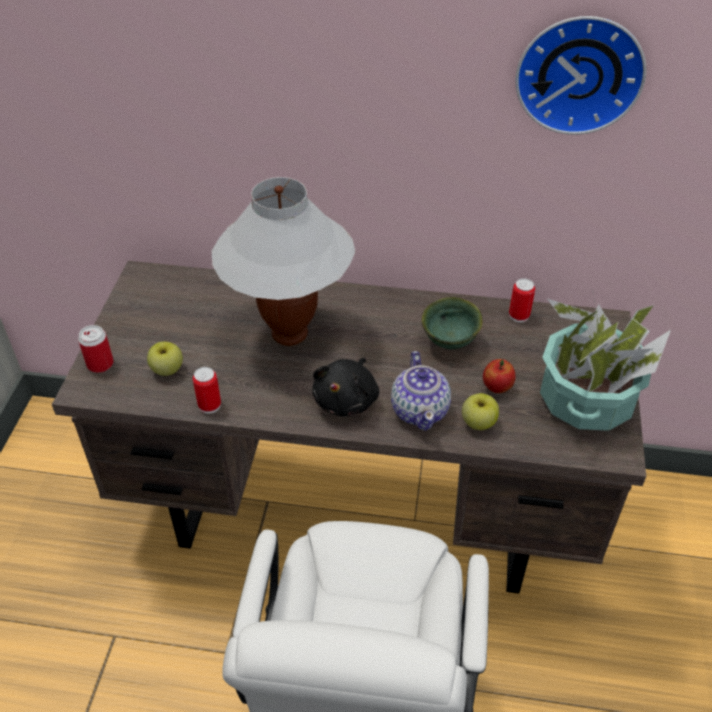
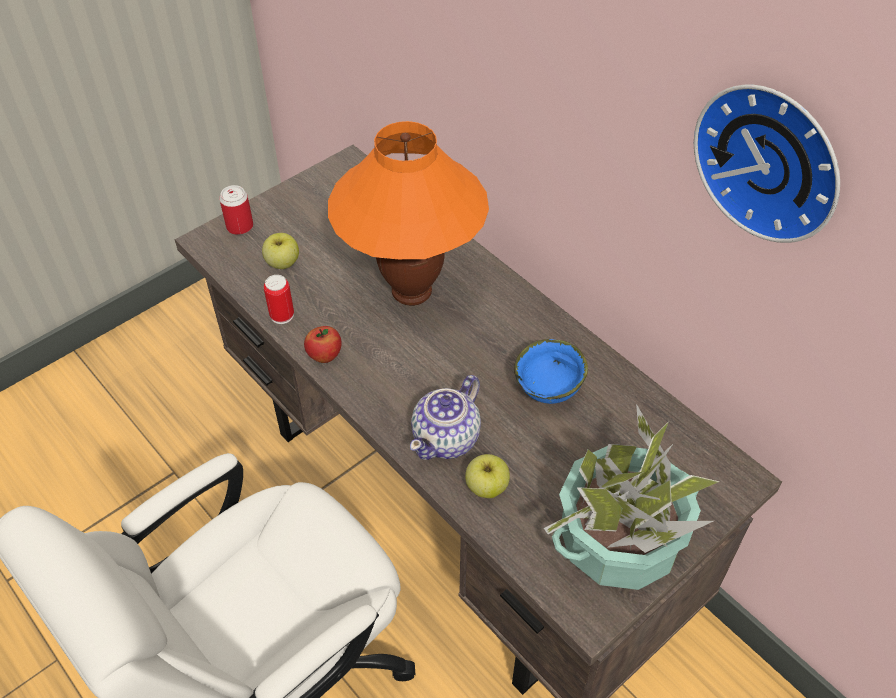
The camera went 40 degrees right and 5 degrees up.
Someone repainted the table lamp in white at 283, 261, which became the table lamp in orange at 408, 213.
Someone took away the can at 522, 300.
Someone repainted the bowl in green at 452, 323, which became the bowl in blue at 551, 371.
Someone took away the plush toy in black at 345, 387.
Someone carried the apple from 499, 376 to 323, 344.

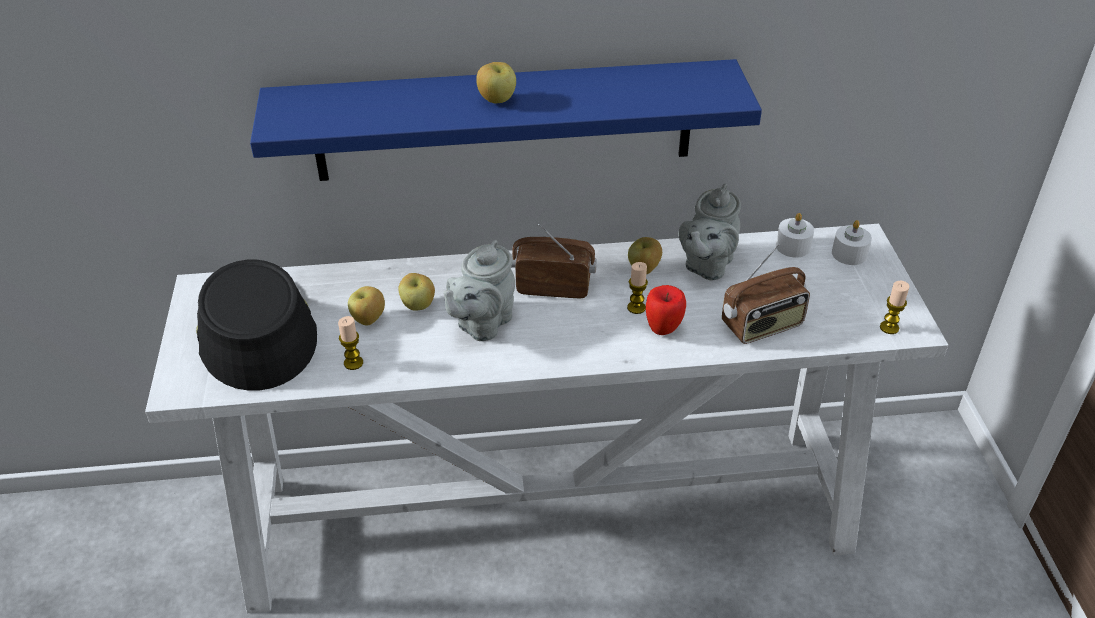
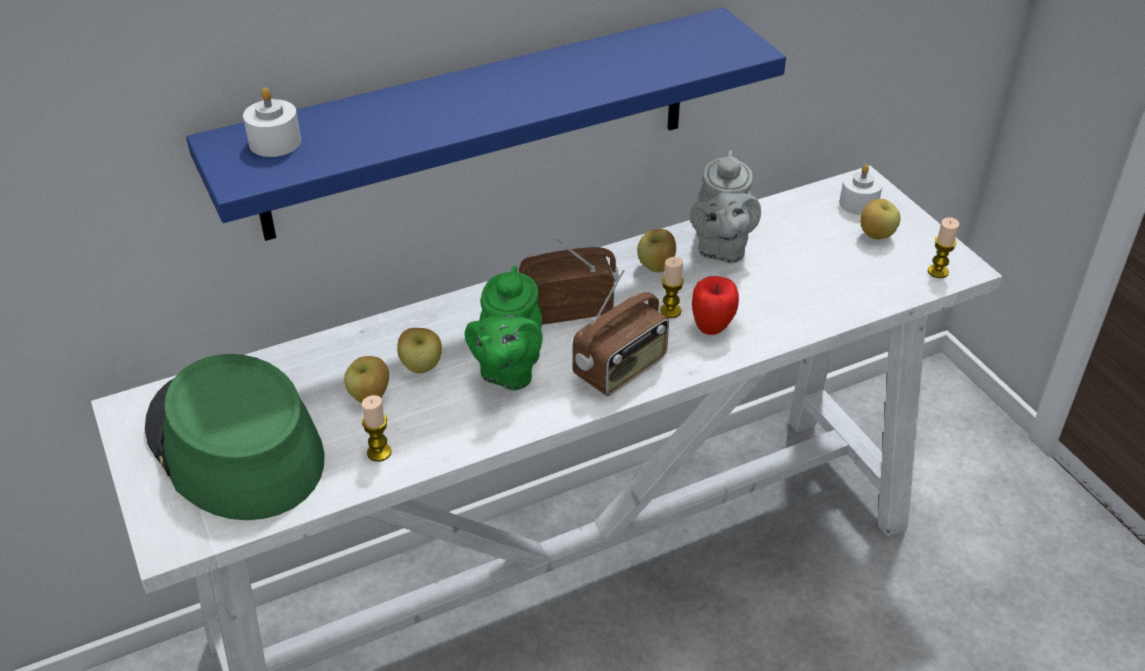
The camera went 20 degrees left and 0 degrees up.
Someone carried the apple from 496, 82 to 880, 219.
Someone carried the candle in white from 795, 235 to 272, 122.
Someone repainted the teapot in grey at 479, 290, which became the teapot in green at 504, 328.
Someone carried the radio from 766, 294 to 620, 333.
Someone repainted the hat in black at 256, 325, which became the hat in green at 234, 437.

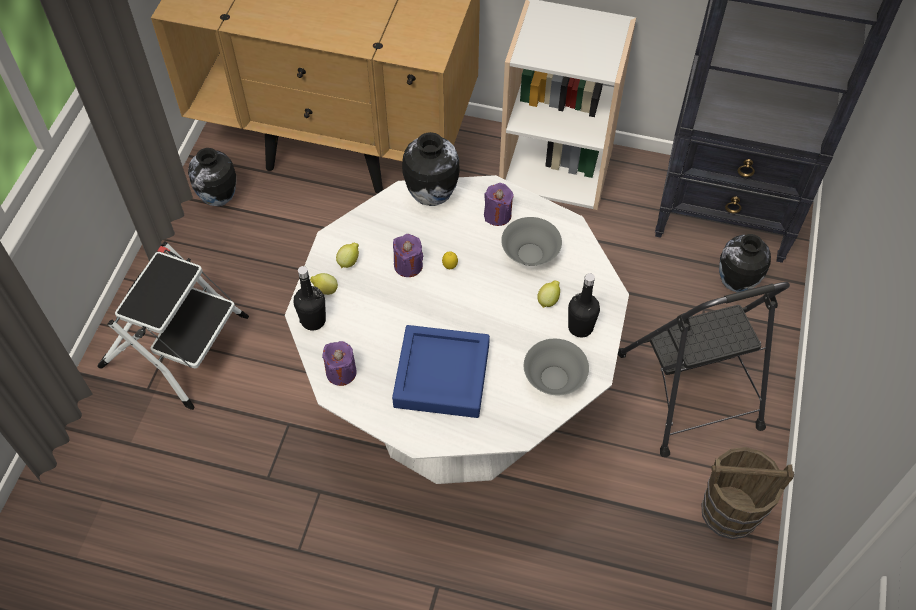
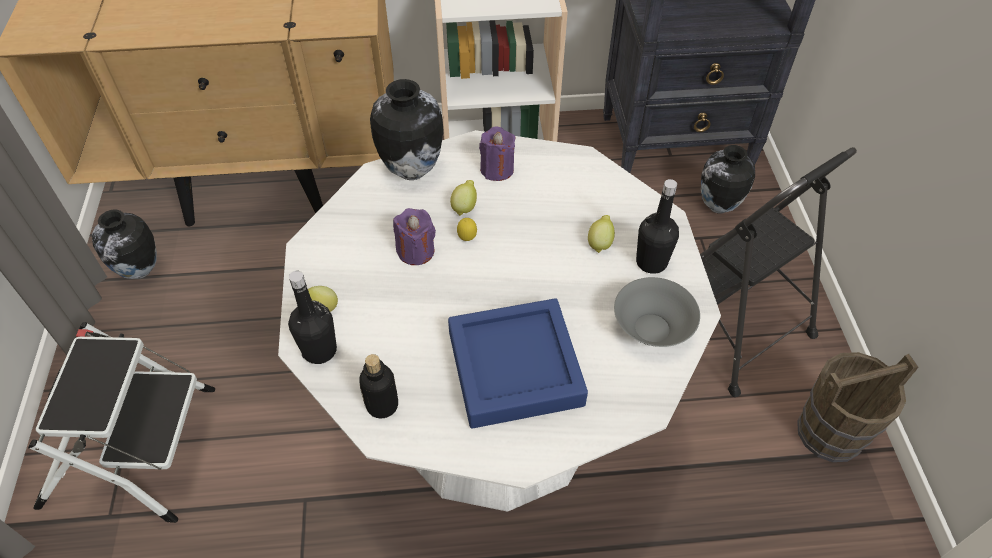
The camera went 20 degrees left and 5 degrees down.
Someone took away the bowl in grey at 531, 241.
Someone carried the lemon from 347, 255 to 463, 198.
Someone swapped the candle in purple at 339, 363 for the bottle at 378, 386.

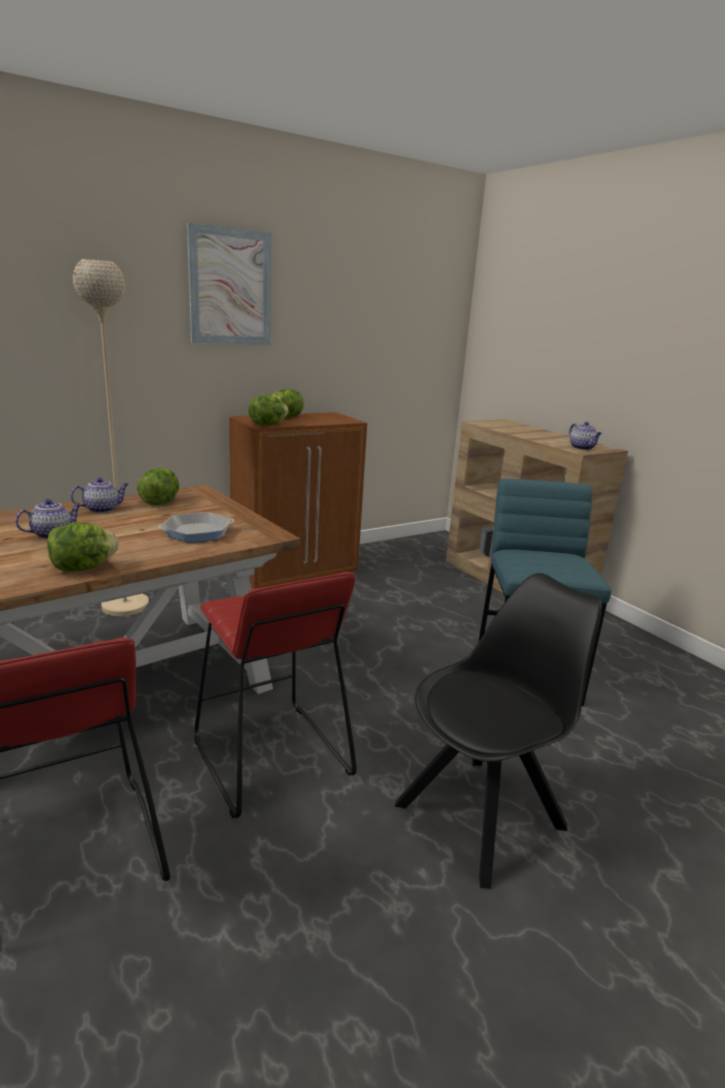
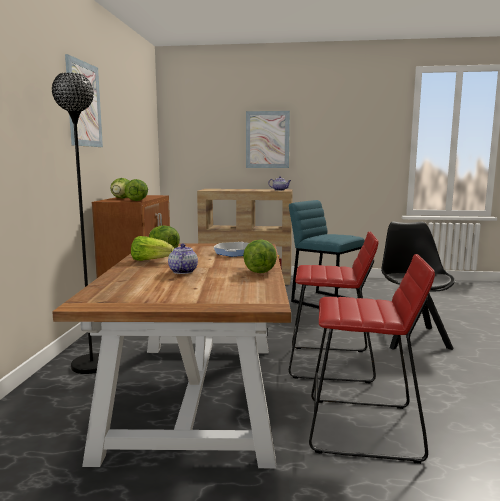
The camera went 50 degrees left and 10 degrees down.
Someone repainted the floor lamp in beige at 111, 437, which became the floor lamp in black at 75, 223.
Someone swapped the teapot at 99, 495 for the lettuce at 152, 248.
Someone put up the picture at 268, 139.

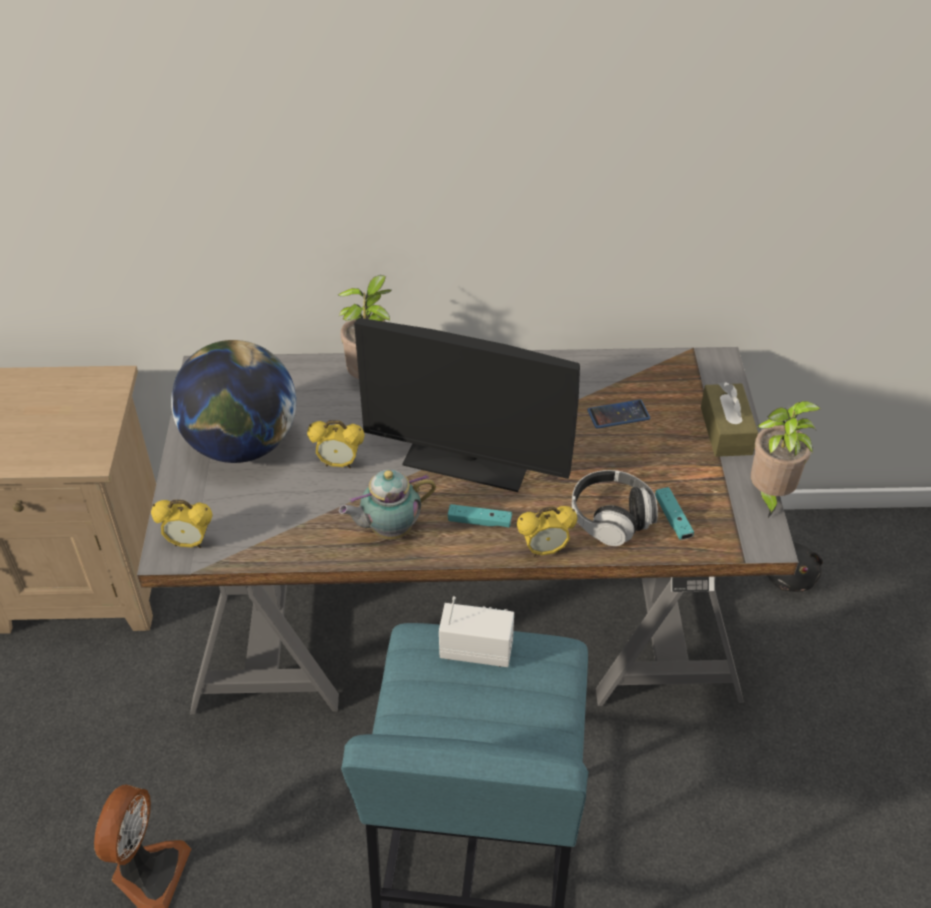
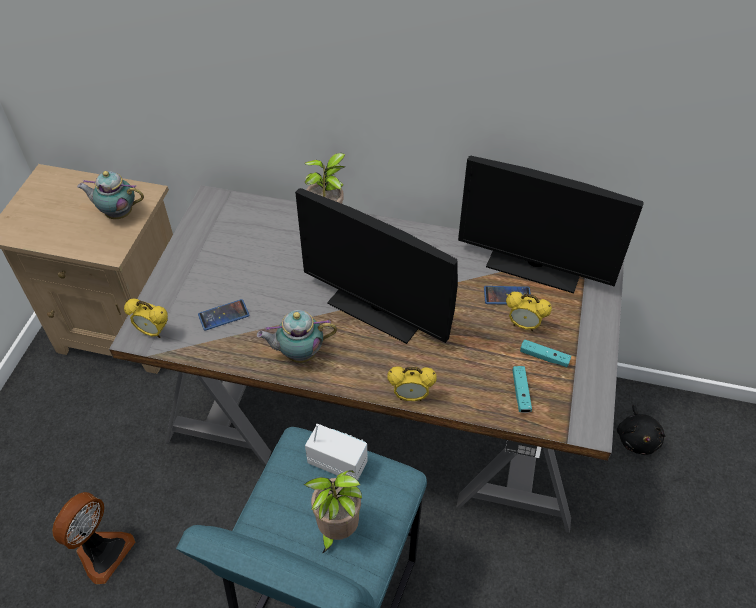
The camera went 15 degrees right and 5 degrees up.
Someone took away the globe at 233, 401.
Someone took away the tissue box in brown at 729, 419.
Someone carried the potted plant from 786, 459 to 332, 512.
Someone carried the alarm clock from 336, 444 to 529, 311.
Someone took away the headphones at 614, 508.
Someone carried the game controller in turquoise from 480, 515 to 545, 353.
Someone put down the monitor at 551, 225.
Someone put down the teapot at 110, 195.
Someone put down the phone at 223, 315.

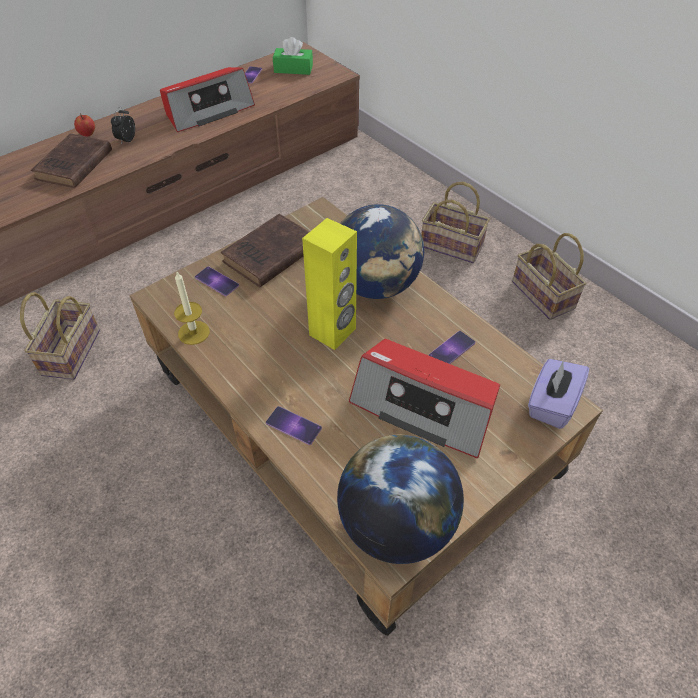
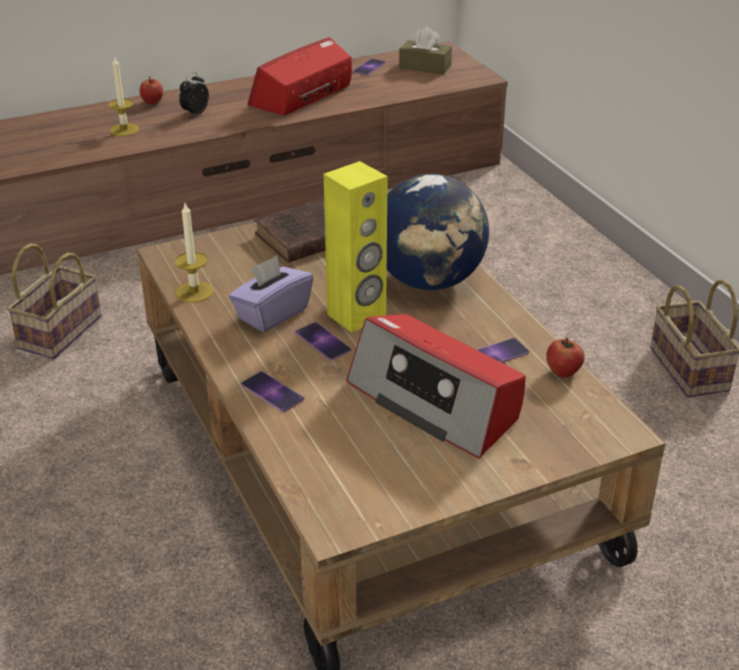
The camera went 15 degrees right and 15 degrees down.
Someone repainted the tissue box in green at 293, 56, which became the tissue box in brown at 425, 51.
Someone rotated the radio at 207, 99 by 150 degrees clockwise.
Someone swapped the book in brown at 71, 161 for the candle at 123, 96.
Someone took away the basket at 455, 222.
Someone carried the phone from 216, 281 to 323, 341.
Someone carried the tissue box in purple from 558, 394 to 271, 294.
Someone took away the globe at 400, 499.
Someone put down the apple at 565, 358.

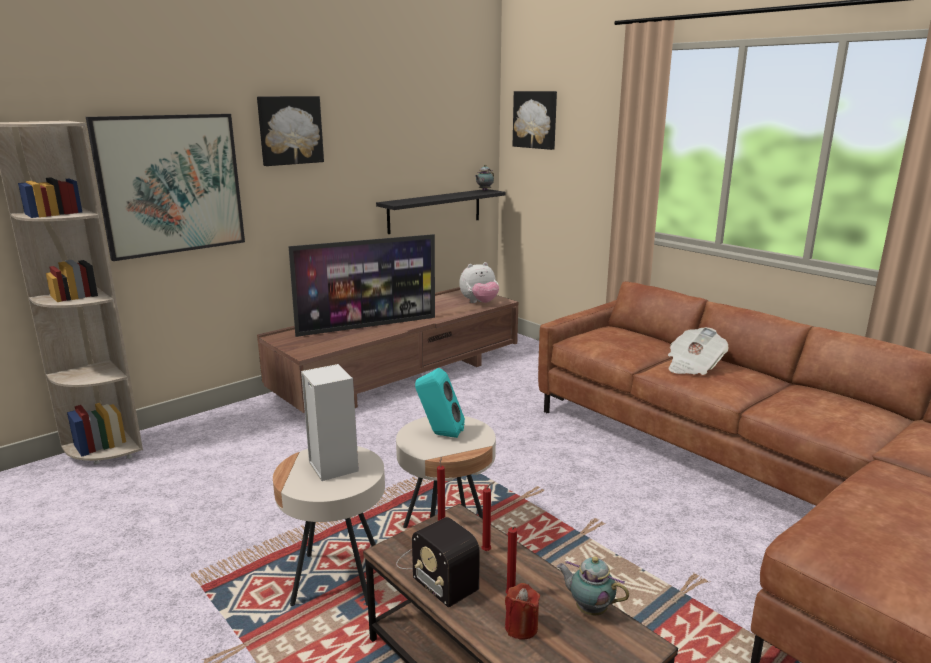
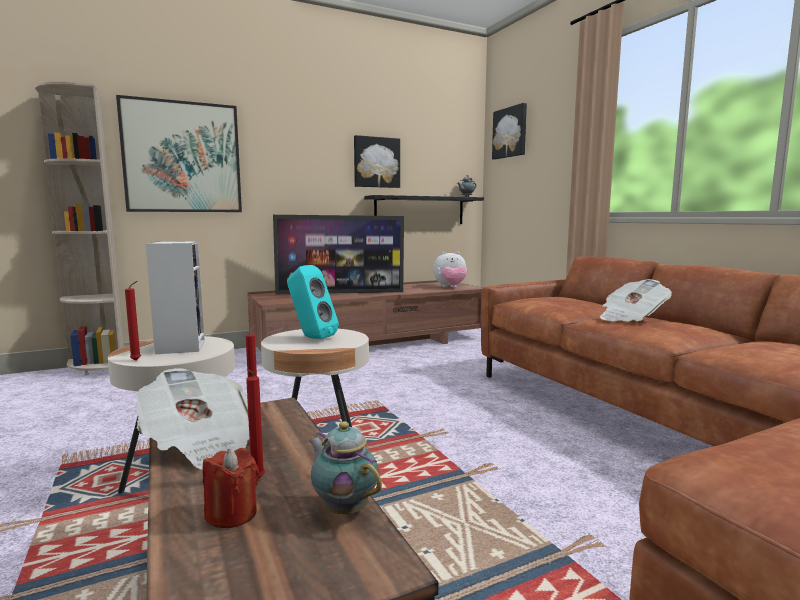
The camera went 15 degrees right and 10 degrees down.
Someone carried the picture from 290, 131 to 377, 161.
Someone carried the candle in red from 488, 516 to 133, 321.
Someone swapped the radio at 438, 562 for the newspaper at 193, 419.

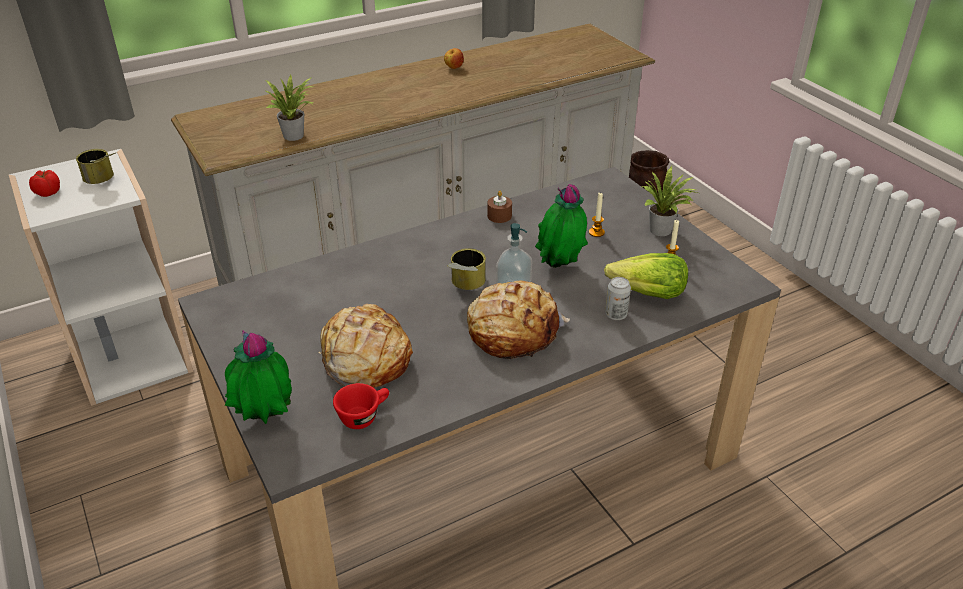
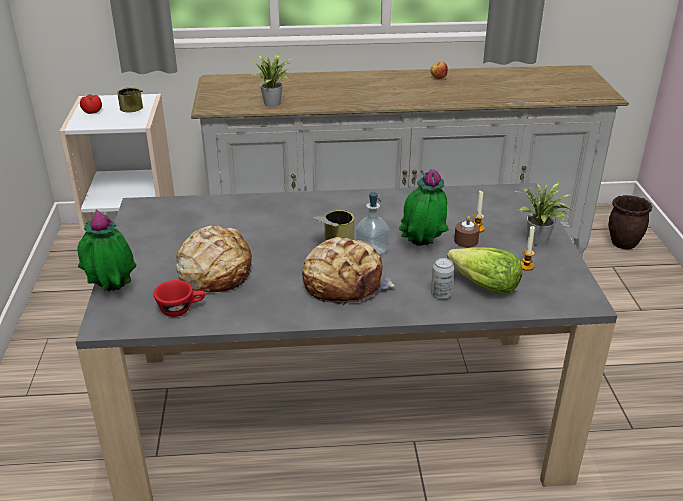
The camera went 25 degrees right and 5 degrees down.
Someone carried the candle in brown from 499, 207 to 467, 231.

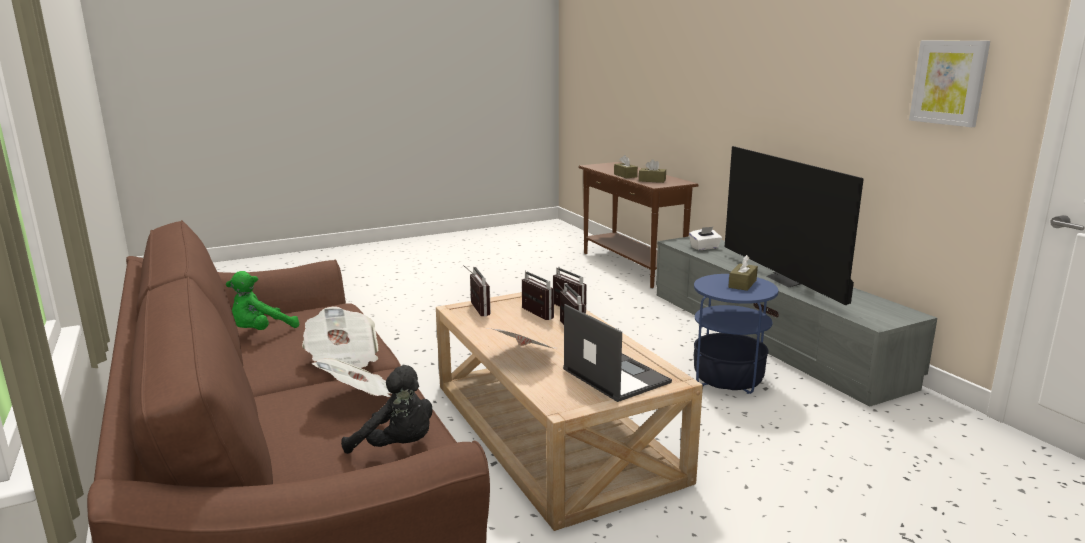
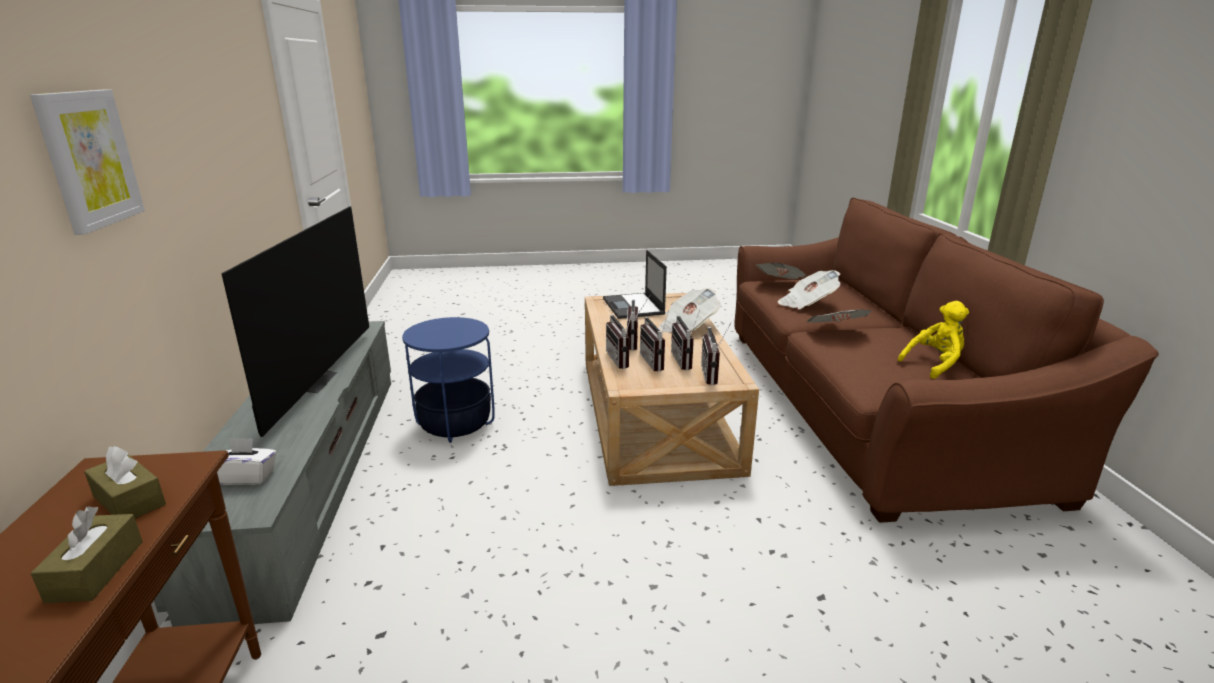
The camera went 160 degrees left and 5 degrees up.
Someone carried the picture from 949, 83 to 87, 162.
Someone took away the tissue box in brown at 743, 273.
Someone repainted the plush toy in green at 262, 300, which became the plush toy in yellow at 933, 340.
Someone swapped the plush toy in black at 387, 409 for the newspaper at 781, 271.
Someone put down the radio at 685, 340.

